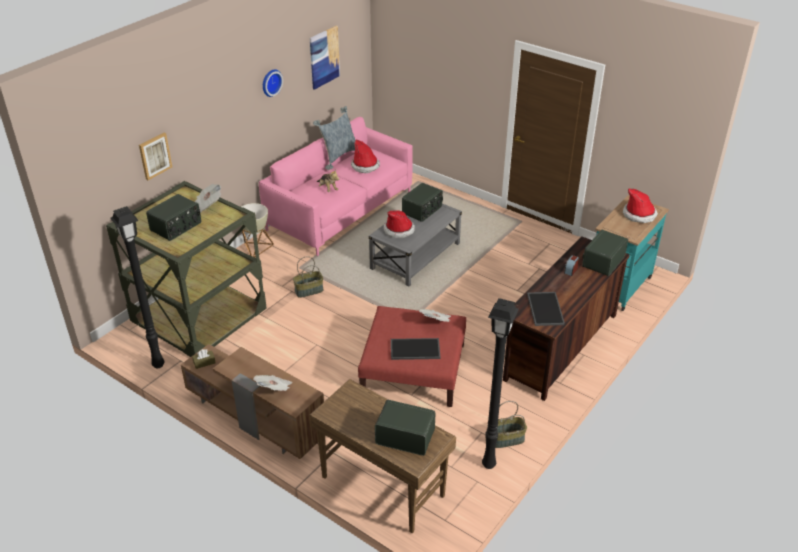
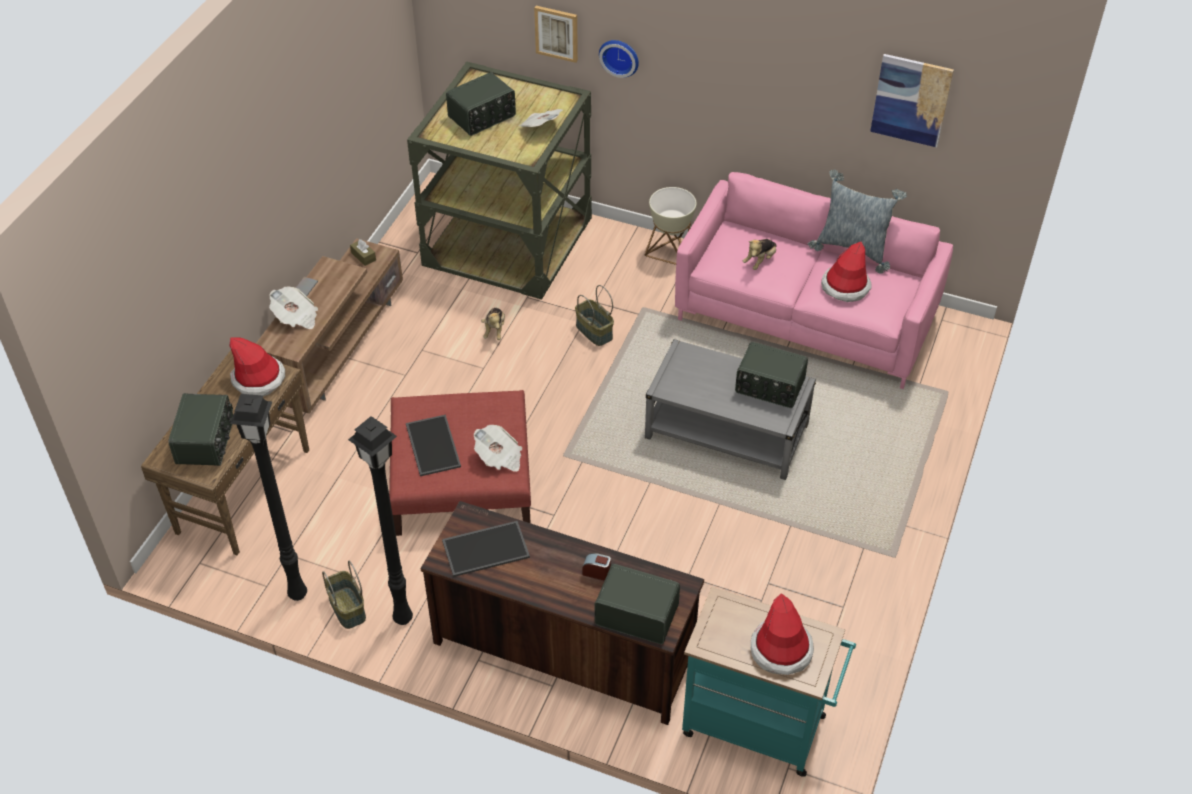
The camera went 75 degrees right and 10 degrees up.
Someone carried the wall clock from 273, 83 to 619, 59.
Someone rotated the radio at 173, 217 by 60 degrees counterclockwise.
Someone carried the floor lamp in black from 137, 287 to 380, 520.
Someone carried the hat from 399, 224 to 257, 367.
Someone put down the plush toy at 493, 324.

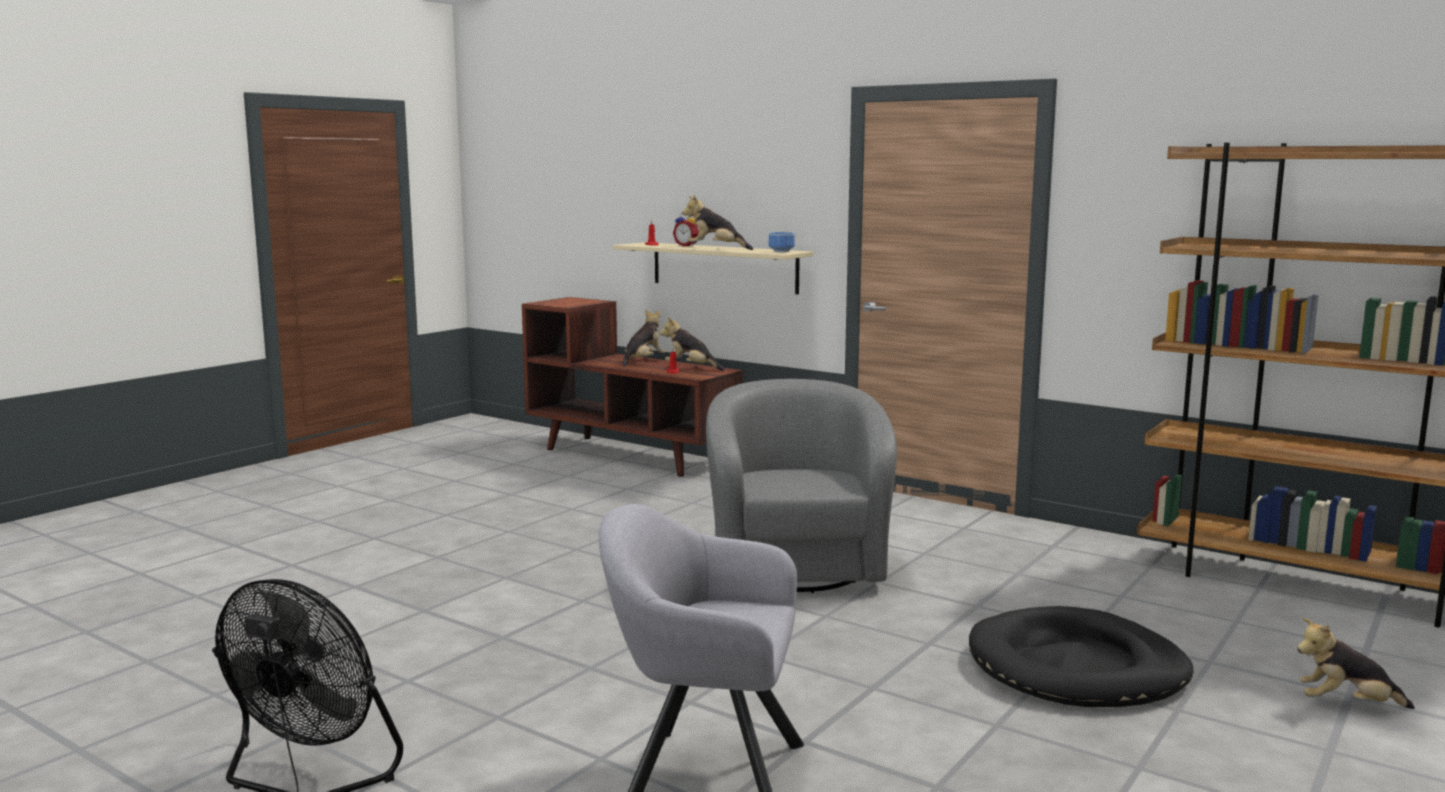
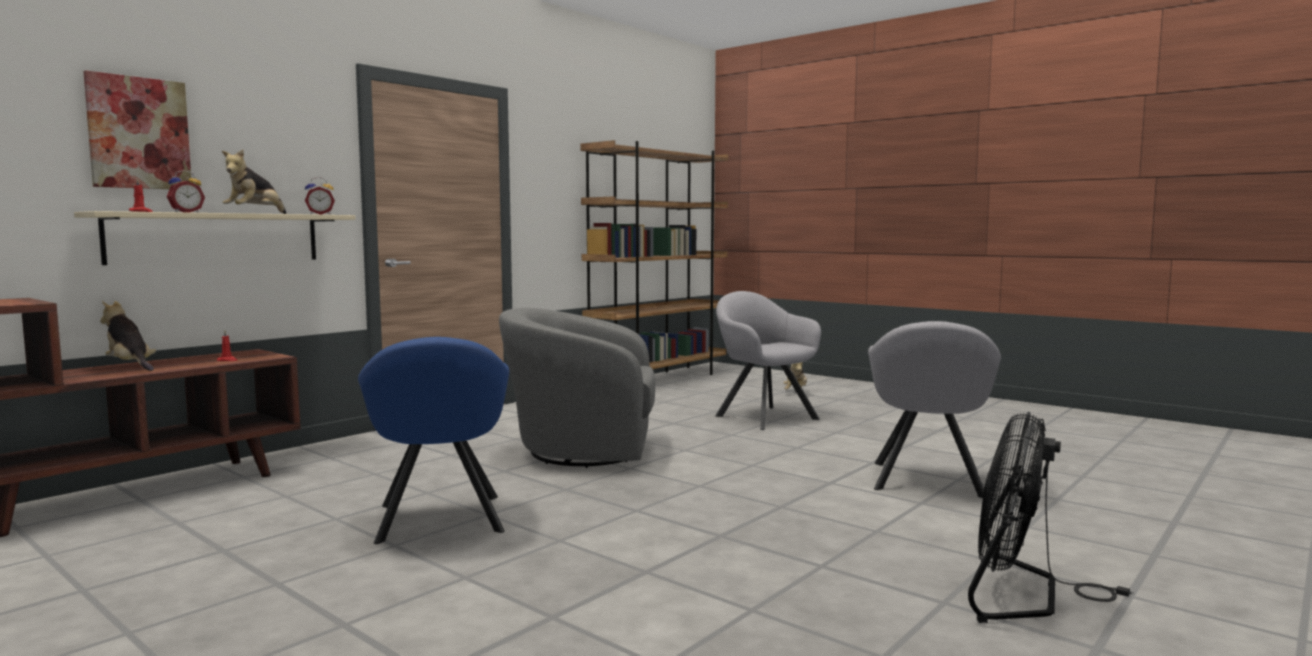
The camera went 85 degrees left and 5 degrees down.
Someone swapped the bowl at 782, 242 for the alarm clock at 320, 196.
Someone took away the plush toy at 692, 344.
Someone swapped the dog bed in black at 1081, 656 for the armchair in grey at 768, 360.
Someone put up the picture at 137, 129.
Someone put down the armchair in blue at 433, 440.

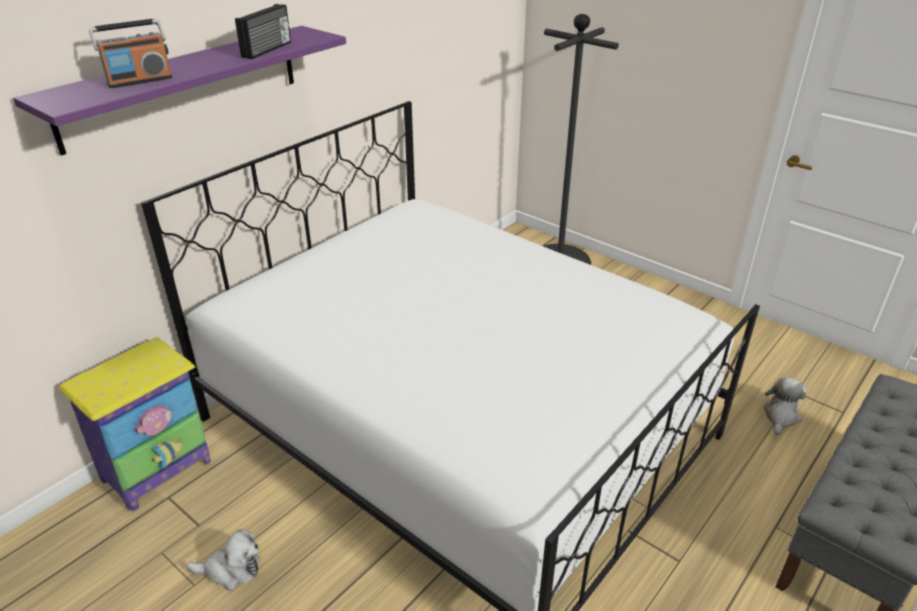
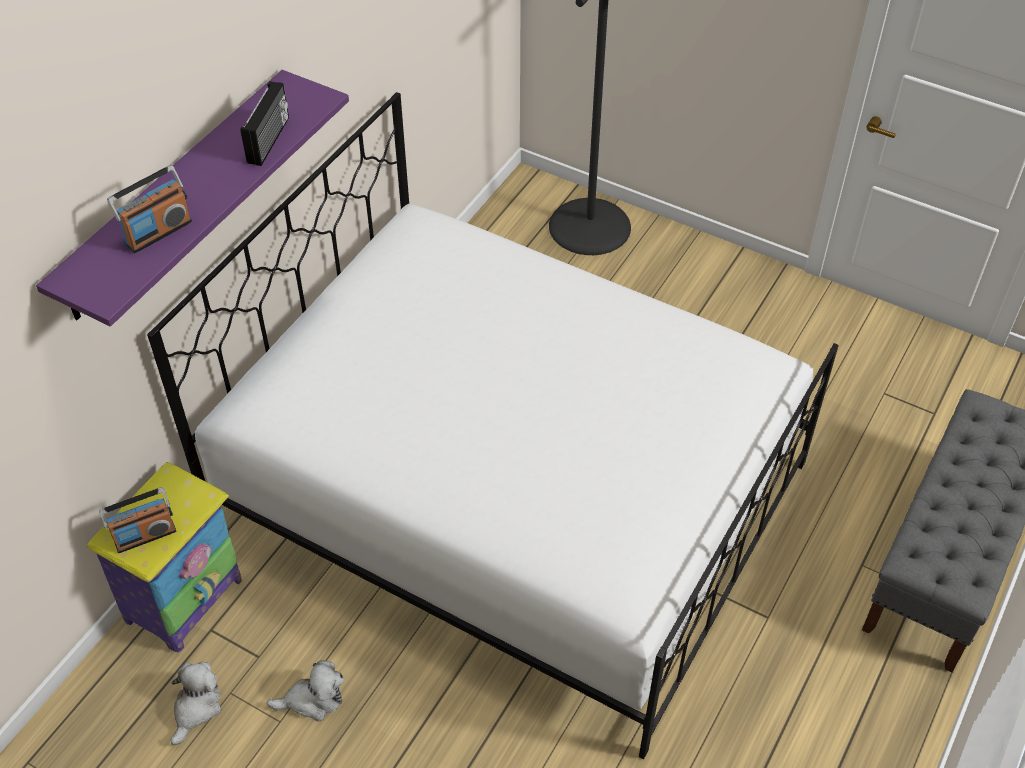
The camera went 10 degrees left and 15 degrees up.
Someone carried the plush toy from 784, 406 to 195, 703.
Someone put down the radio at 137, 520.

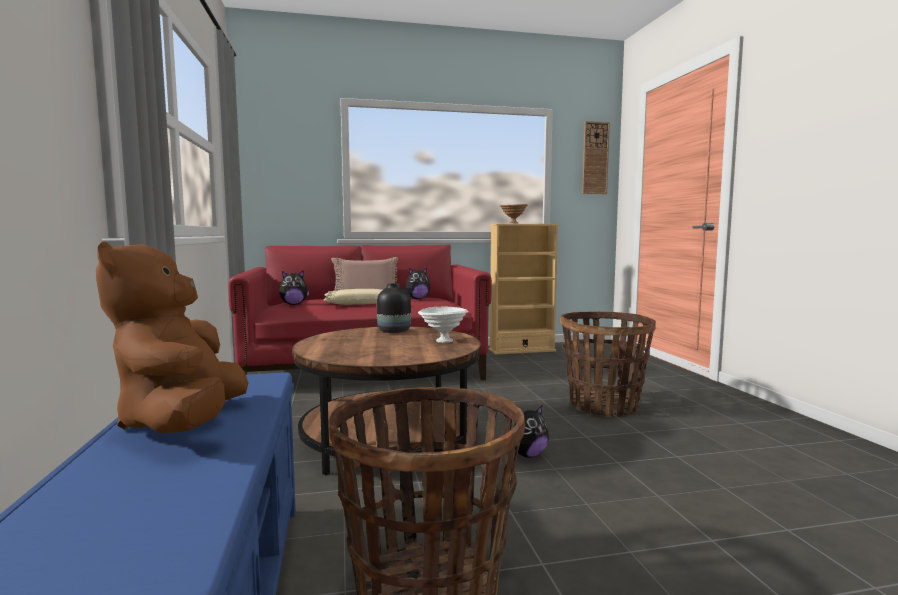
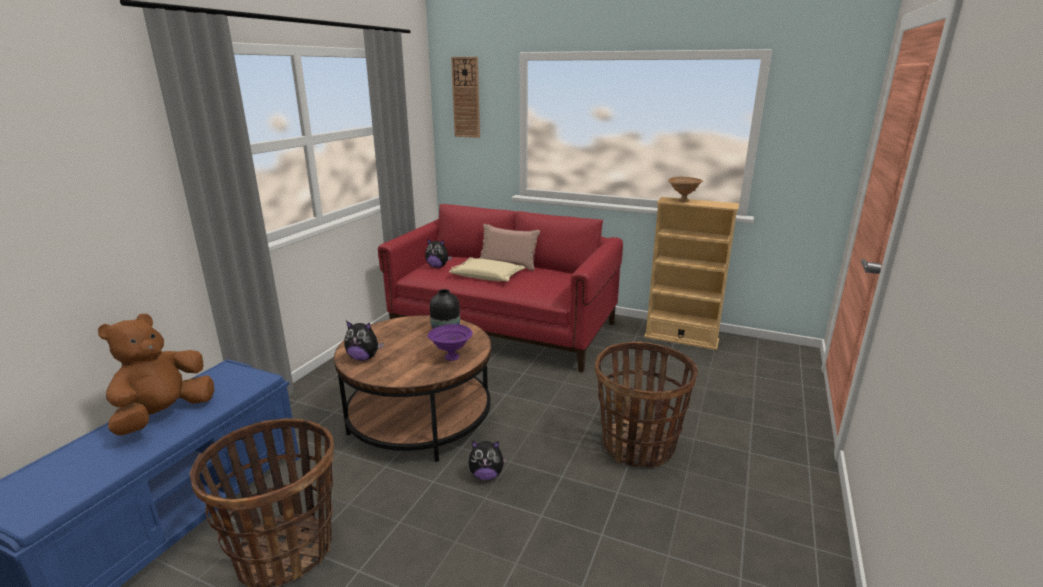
The camera went 35 degrees right and 15 degrees up.
Someone carried the wall clock from 596, 157 to 465, 97.
Someone carried the plush toy from 418, 283 to 364, 341.
Someone repainted the bowl in white at 443, 325, which became the bowl in purple at 450, 342.

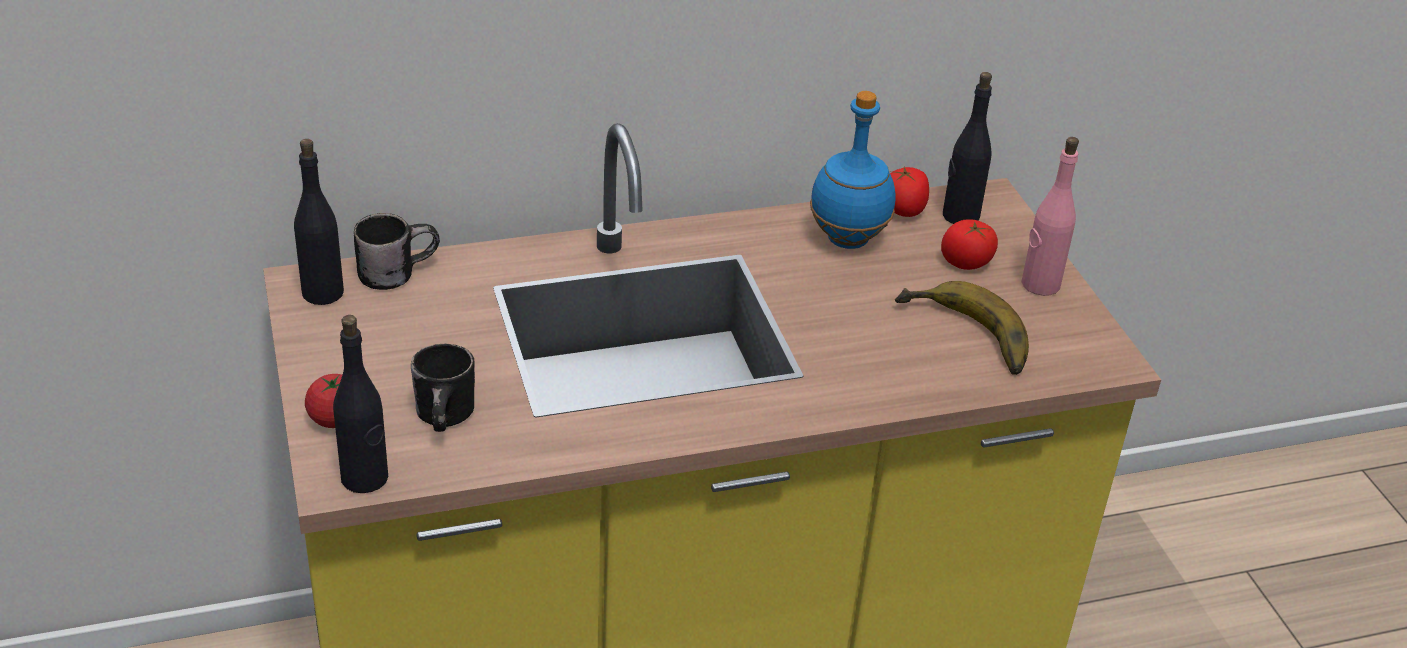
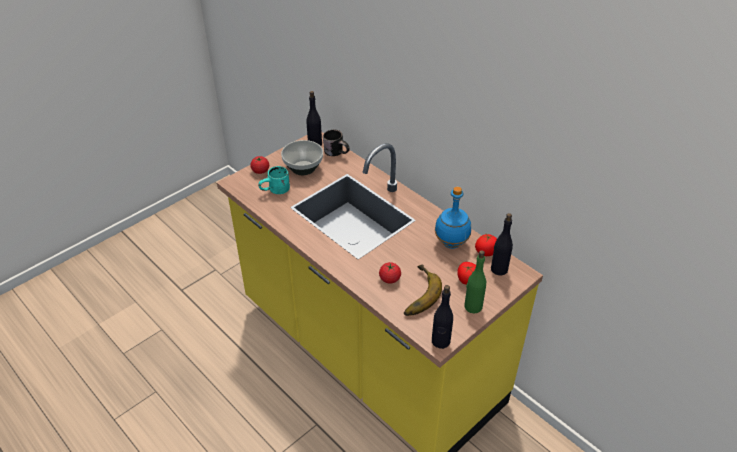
The camera went 65 degrees right and 5 degrees up.
Someone repainted the bottle in pink at 1050, 216, which became the bottle in green at 475, 281.
Someone carried the bottle in black from 360, 404 to 442, 317.
Someone repainted the mug in black at 443, 388, which became the mug in turquoise at 274, 180.
Someone put down the bowl at 302, 157.
Someone put down the tomato at 390, 273.

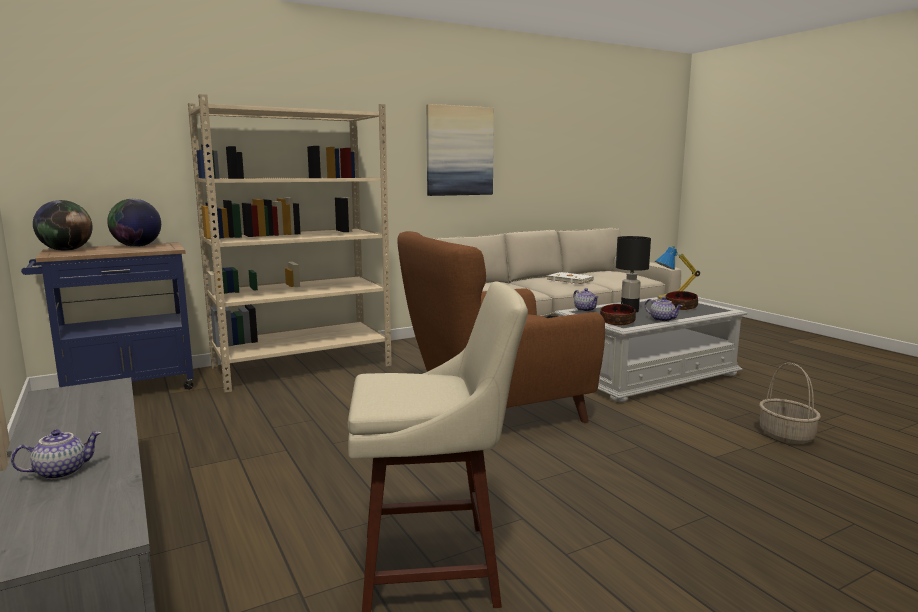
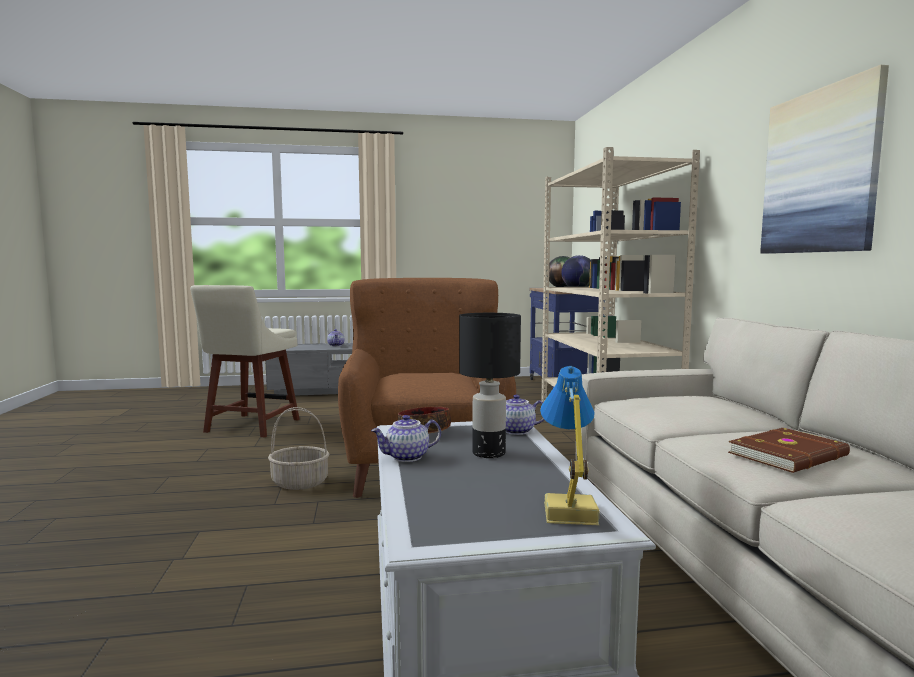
The camera went 110 degrees right and 5 degrees down.
Someone repainted the book in white at 570, 278, which became the book in brown at 789, 450.
Someone took away the bowl at 681, 300.
Someone carried the basket from 790, 403 to 298, 448.

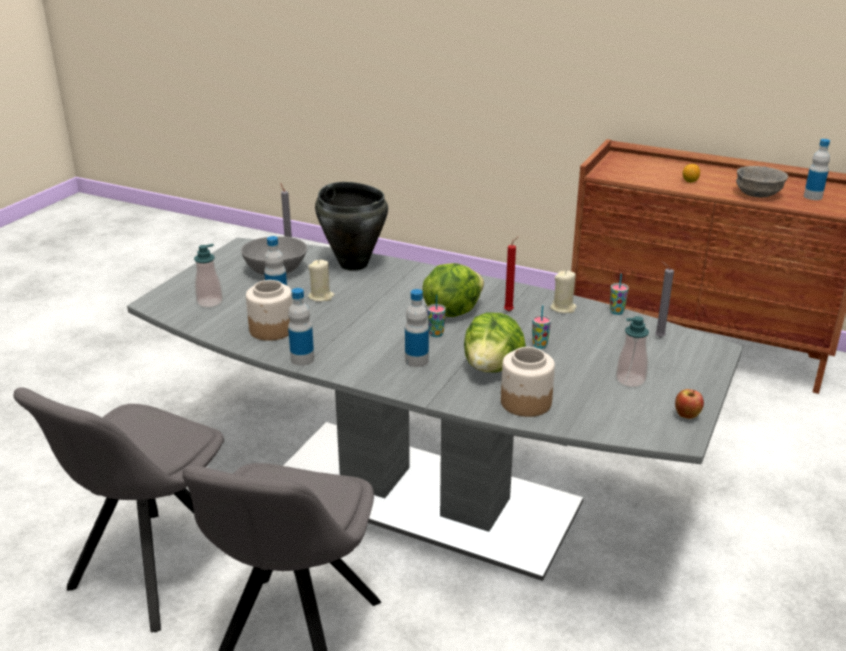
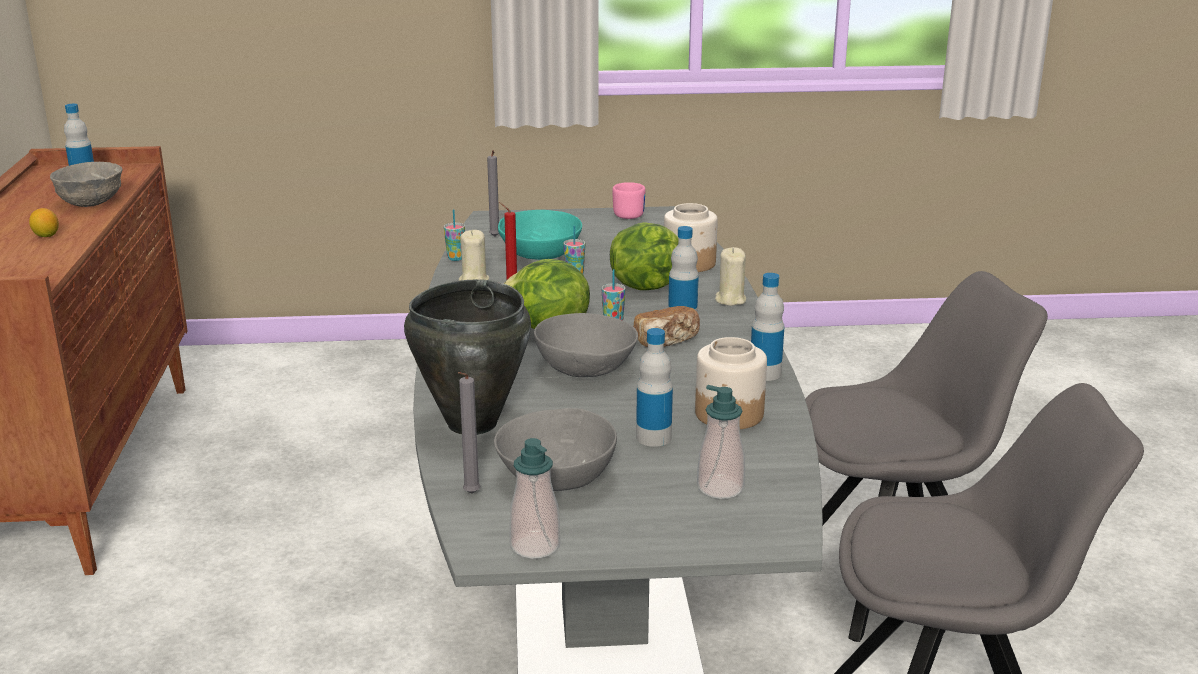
The camera went 120 degrees left and 5 degrees down.
Someone carried the candle in beige from 321, 281 to 730, 276.
Someone carried the soap dispenser from 632, 351 to 534, 498.
Someone swapped the apple at 689, 404 for the mug in pink at 628, 200.
Someone put down the bowl in turquoise at 540, 235.
Someone put down the bread at 667, 326.
Someone put down the bowl in grey at 586, 345.

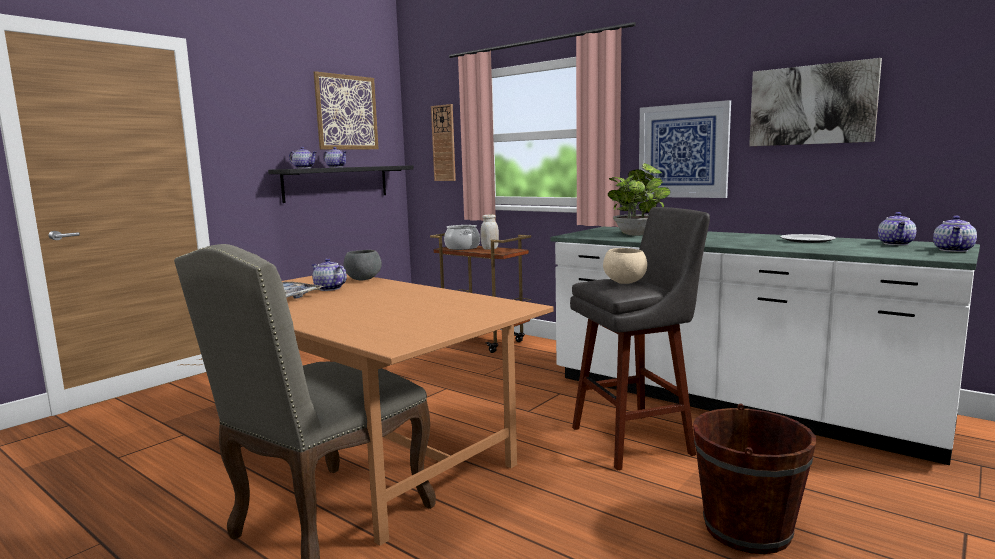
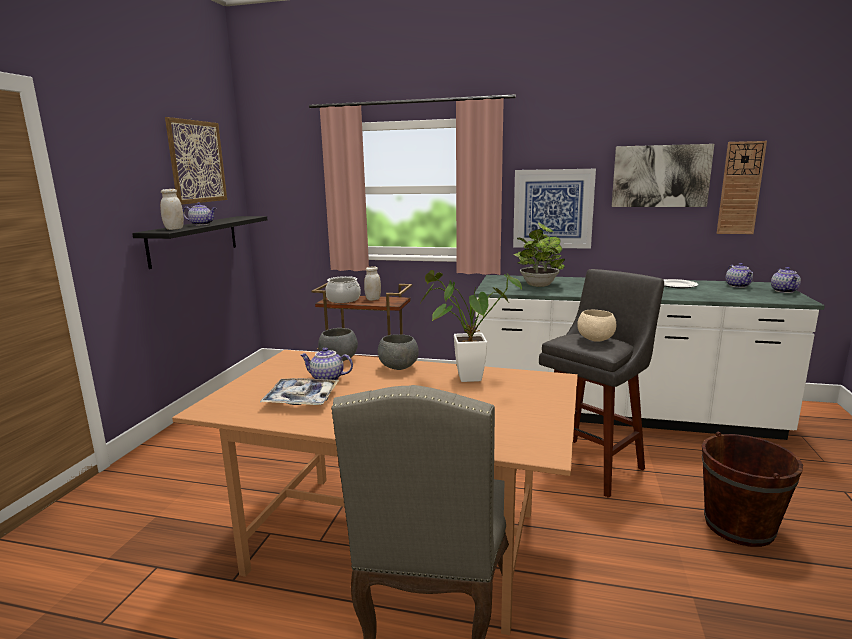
The camera went 25 degrees left and 5 degrees up.
Someone carried the wall clock from 443, 142 to 742, 187.
Someone swapped the teapot at 302, 157 for the jar in white at 172, 209.
Someone put down the potted plant at 471, 326.
Someone put down the bowl in grey at 398, 352.

